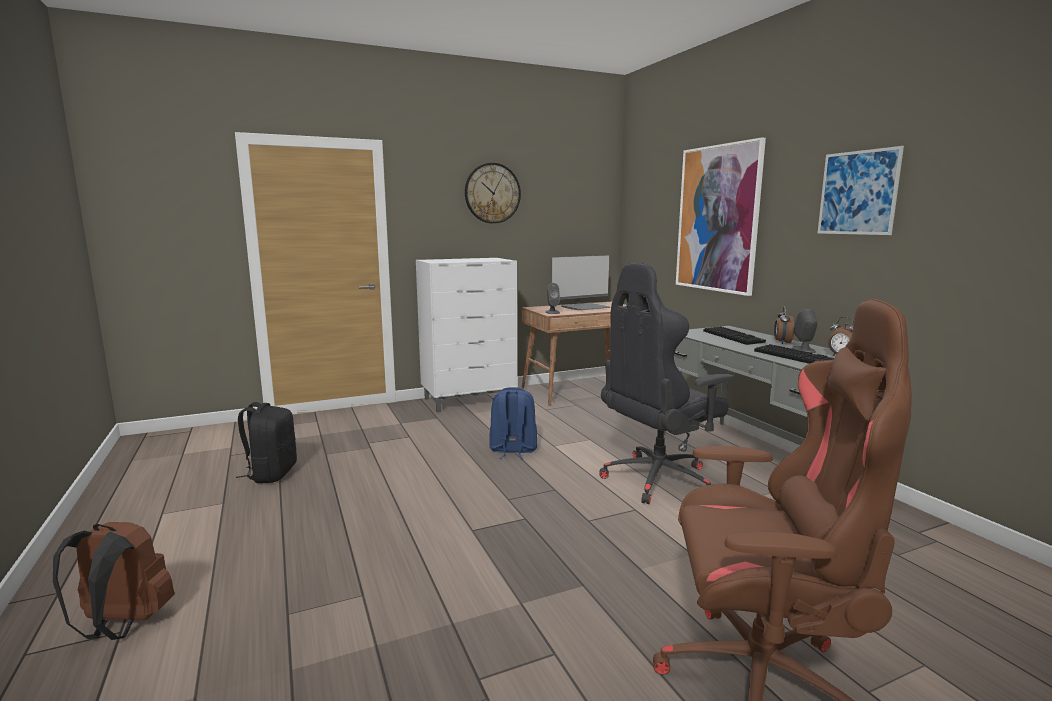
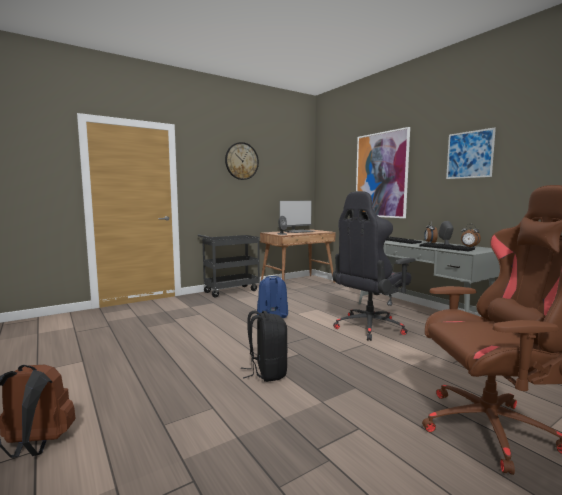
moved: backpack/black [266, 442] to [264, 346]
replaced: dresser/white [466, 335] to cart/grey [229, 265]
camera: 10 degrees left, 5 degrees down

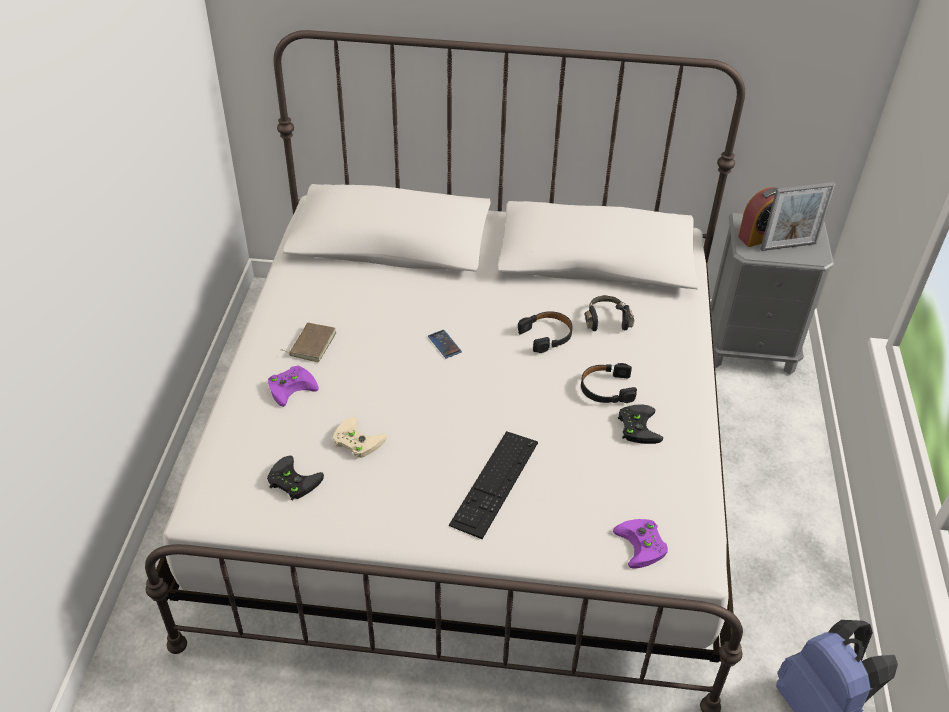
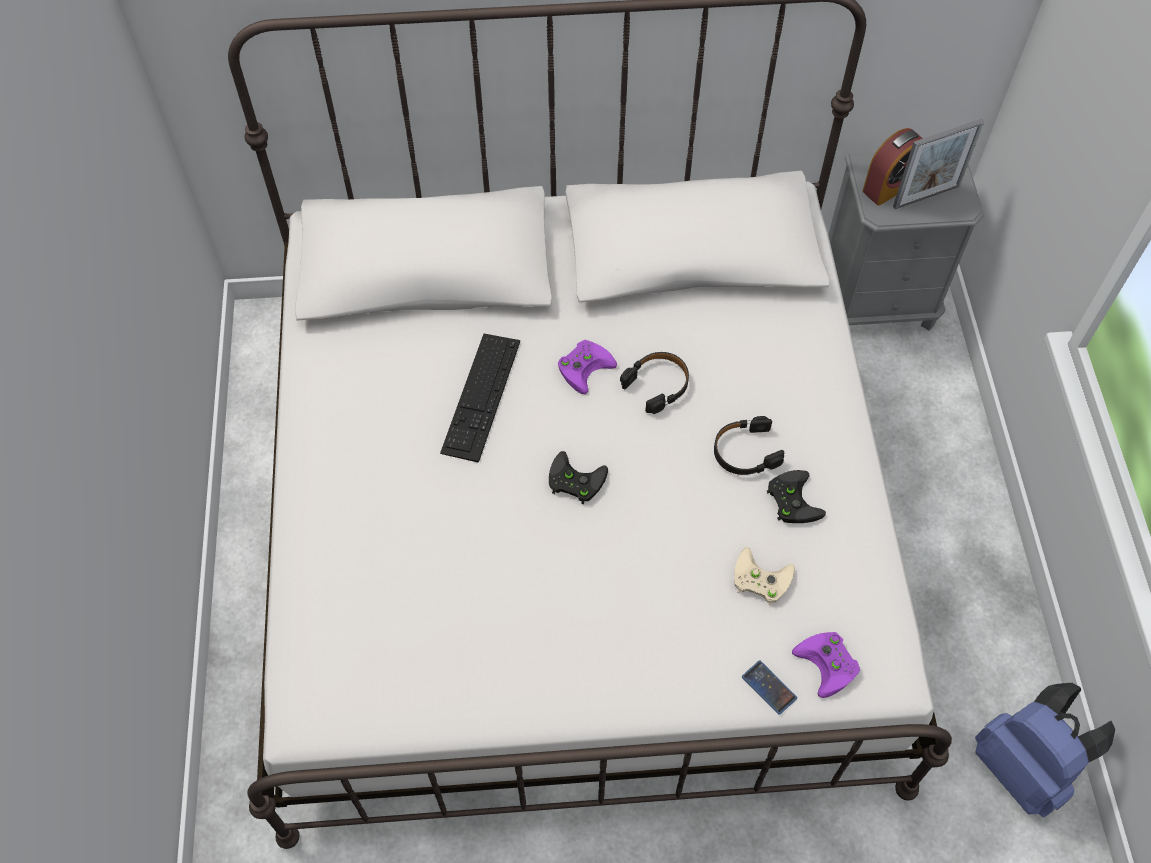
removed: book/brown [310, 342]; headphones/black [609, 313]
moved: game controller/black [295, 478] to [578, 477]; game controller/purple [293, 386] to [587, 367]; game controller/beige [360, 438] to [764, 576]; phone [445, 344] to [769, 687]; keyboard [493, 485] to [480, 398]
camera: 10 degrees left, 15 degrees up

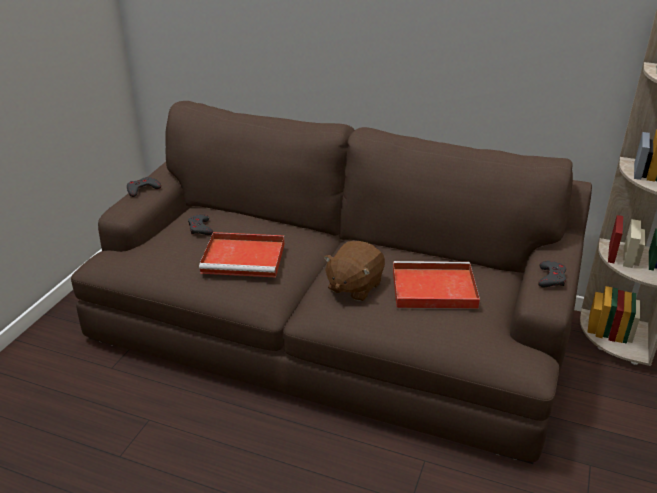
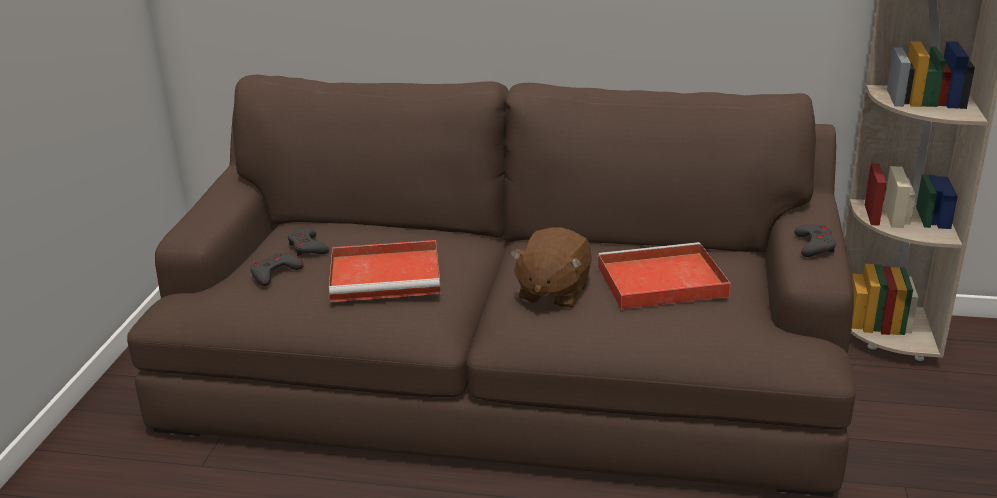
moved: game controller/grey [144, 187] to [277, 269]
camera: 10 degrees left, 5 degrees down

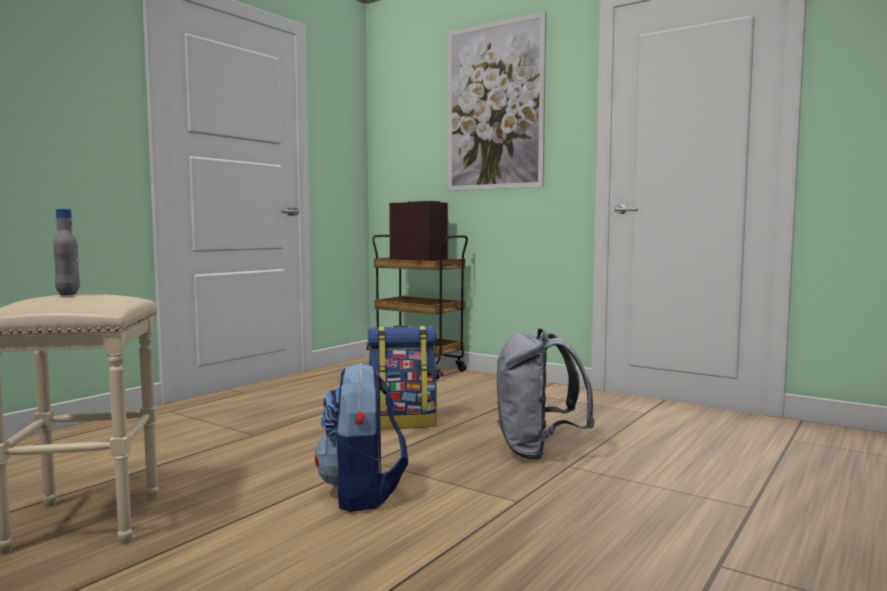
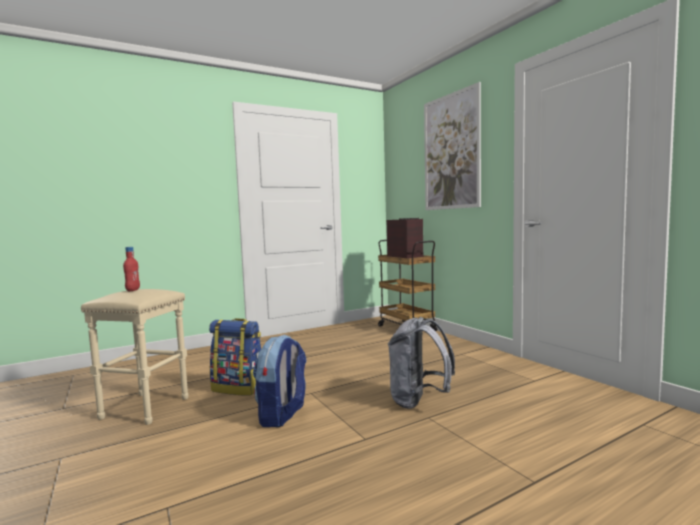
moved: backpack [401, 377] to [235, 357]
recoloured: bottle/grey [66, 252] to bottle/red [131, 269]
camera: 25 degrees right, 0 degrees up

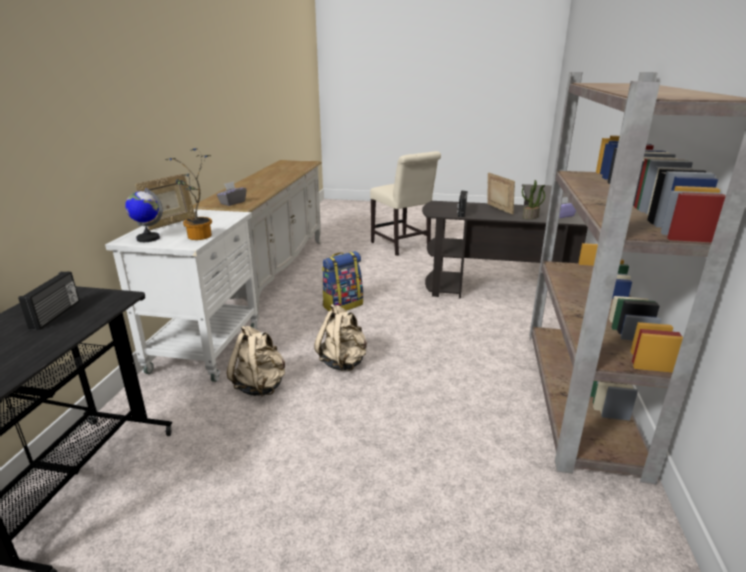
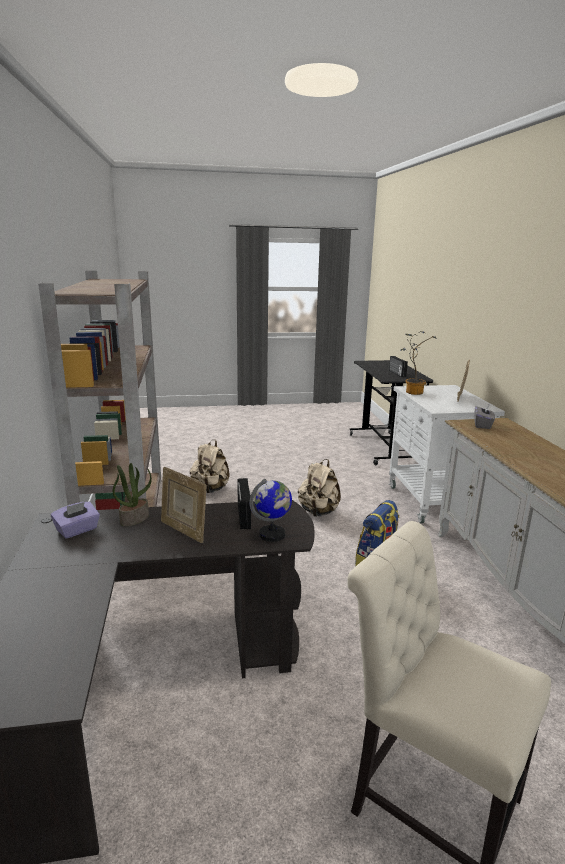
moved: globe [144, 215] to [270, 510]; backpack/beige [256, 361] to [210, 466]
camera: 160 degrees right, 5 degrees down

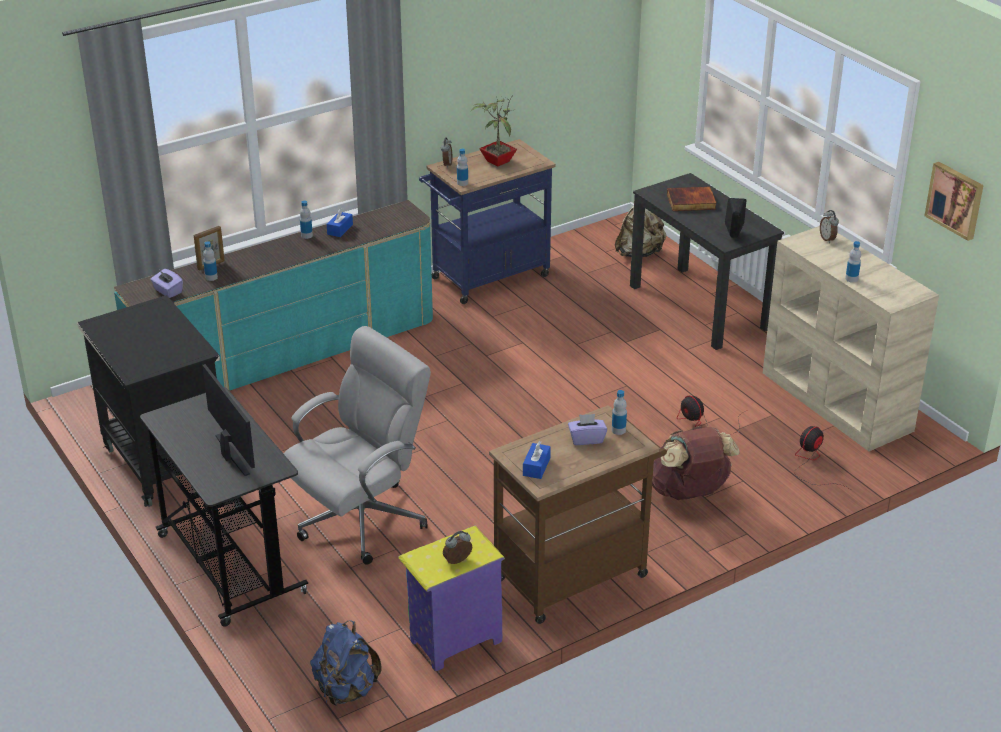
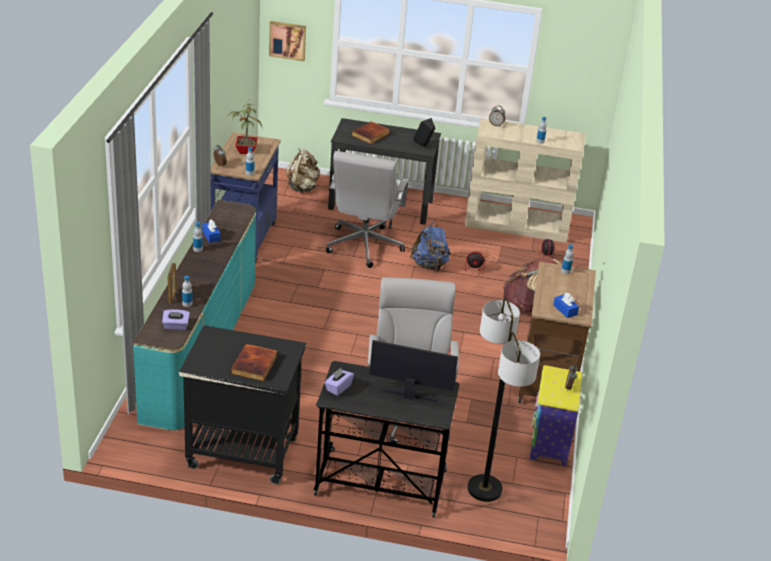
added: book [254, 363]; office chair/grey [367, 209]; floor lamp [504, 399]
moved: backpack/blue [346, 663] to [430, 245]; tissue box/purple [587, 429] to [339, 382]; picture [954, 201] to [287, 41]
camera: 50 degrees left, 0 degrees up

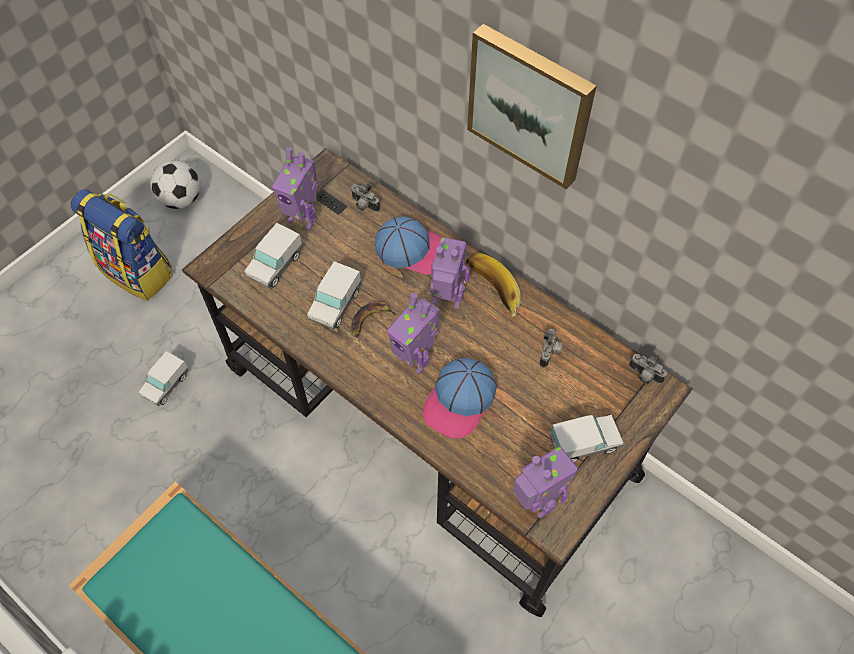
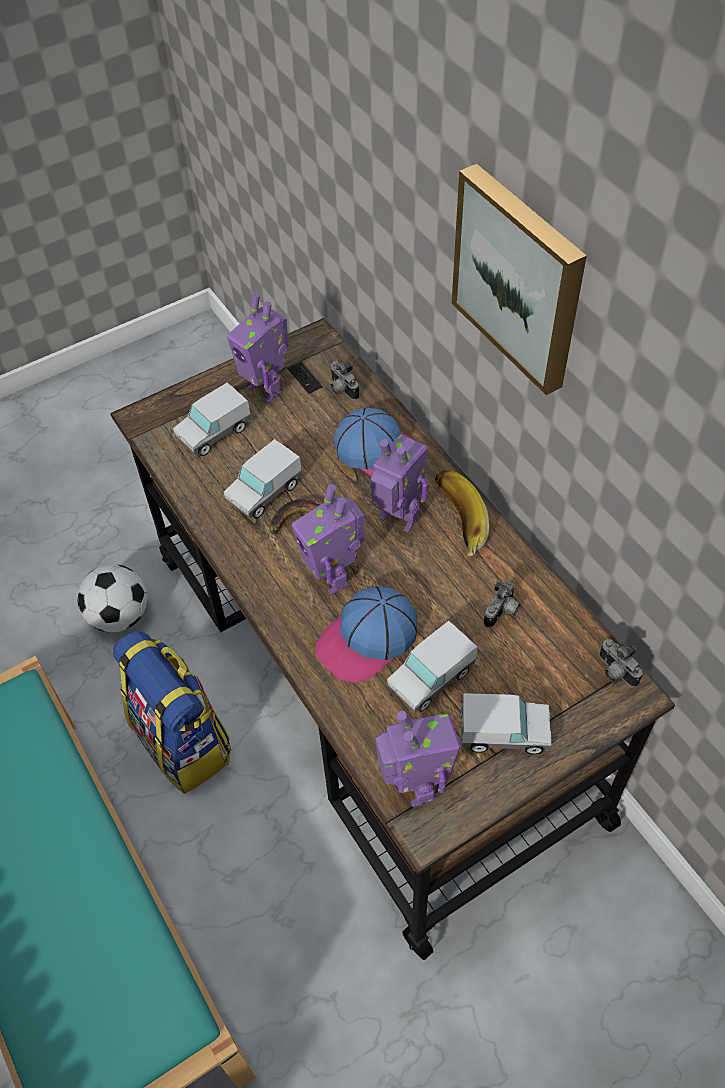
moved: backpack [122, 244] to [172, 712]; toy truck [163, 378] to [432, 667]; football [175, 184] to [112, 598]
camera: 20 degrees right, 5 degrees down

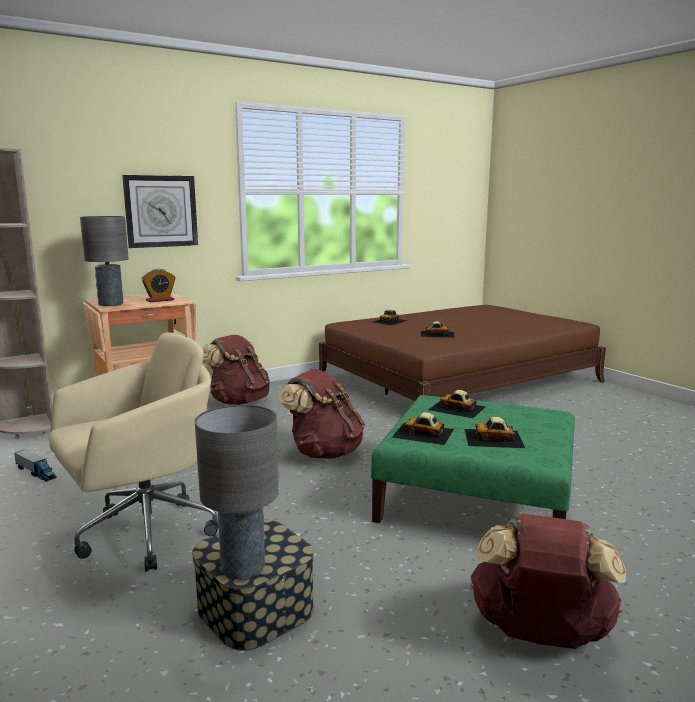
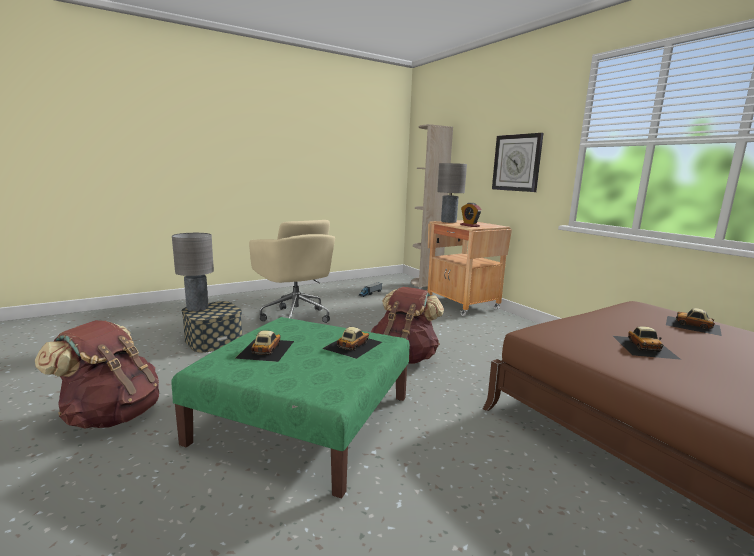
removed: backpack/brown [236, 370]; toy car [423, 428]
camera: 90 degrees right, 0 degrees up

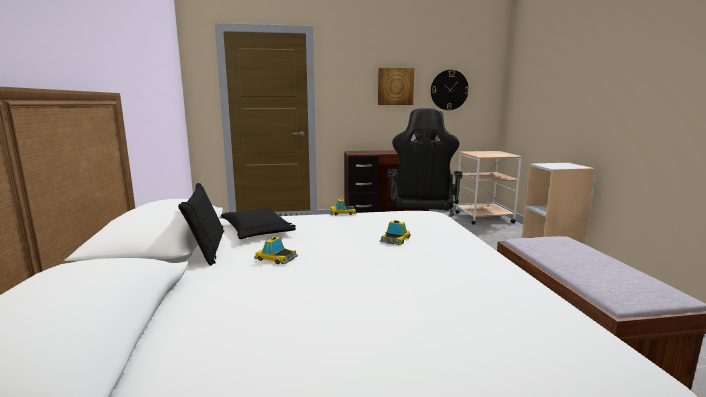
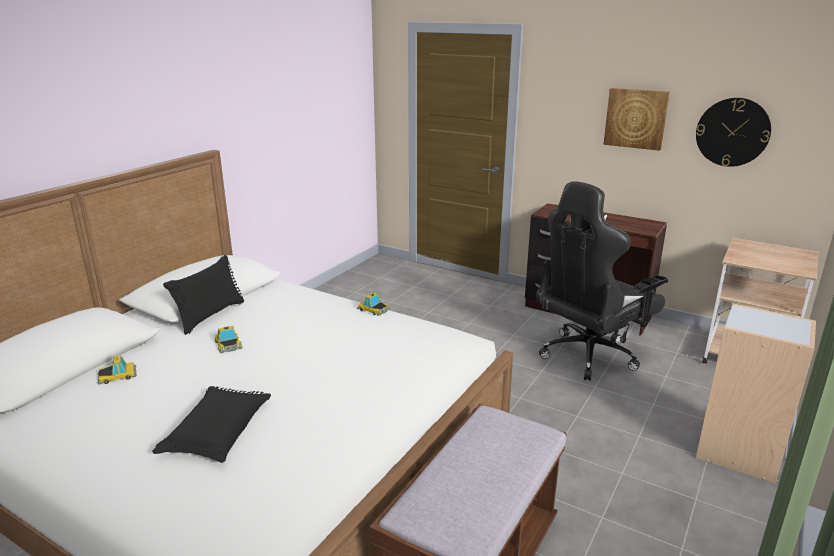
moved: pillow/black [258, 223] to [211, 424]; toy car [395, 232] to [117, 370]
camera: 40 degrees right, 10 degrees up

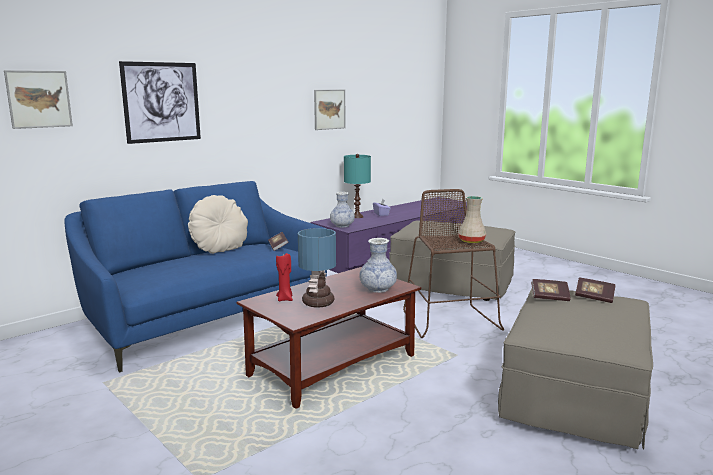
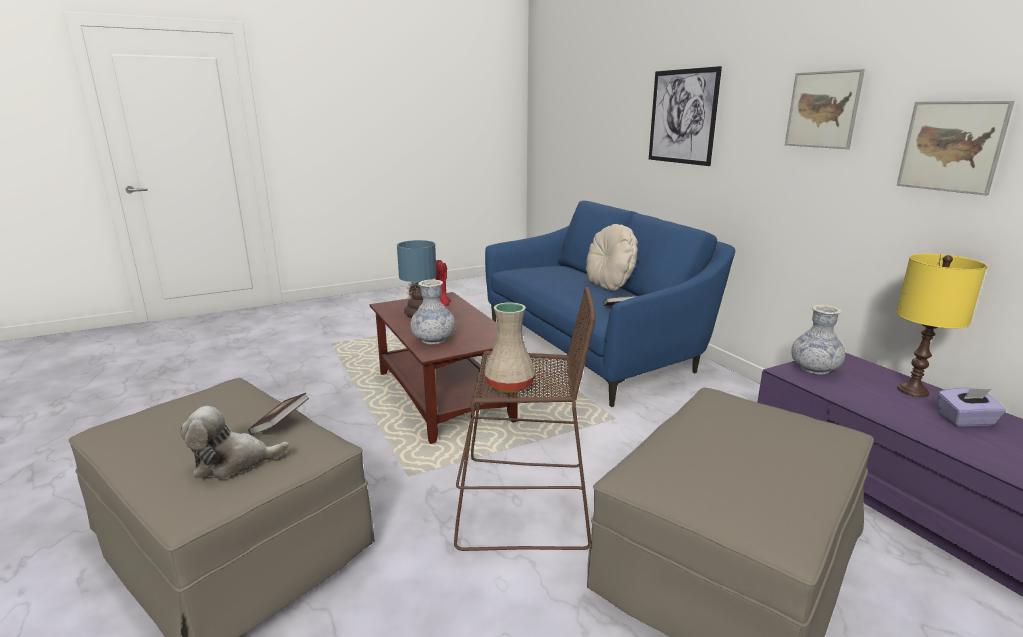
moved: picture [38, 99] to [825, 109]
replaced: book [595, 290] to plush toy [235, 442]
recoloured: table lamp/turquoise [357, 186] to table lamp/yellow [941, 325]
camera: 105 degrees right, 5 degrees up

